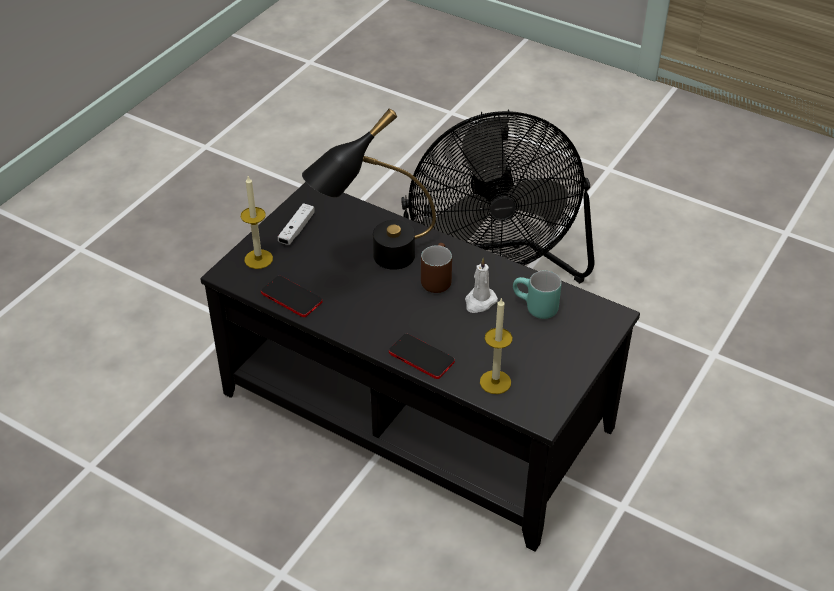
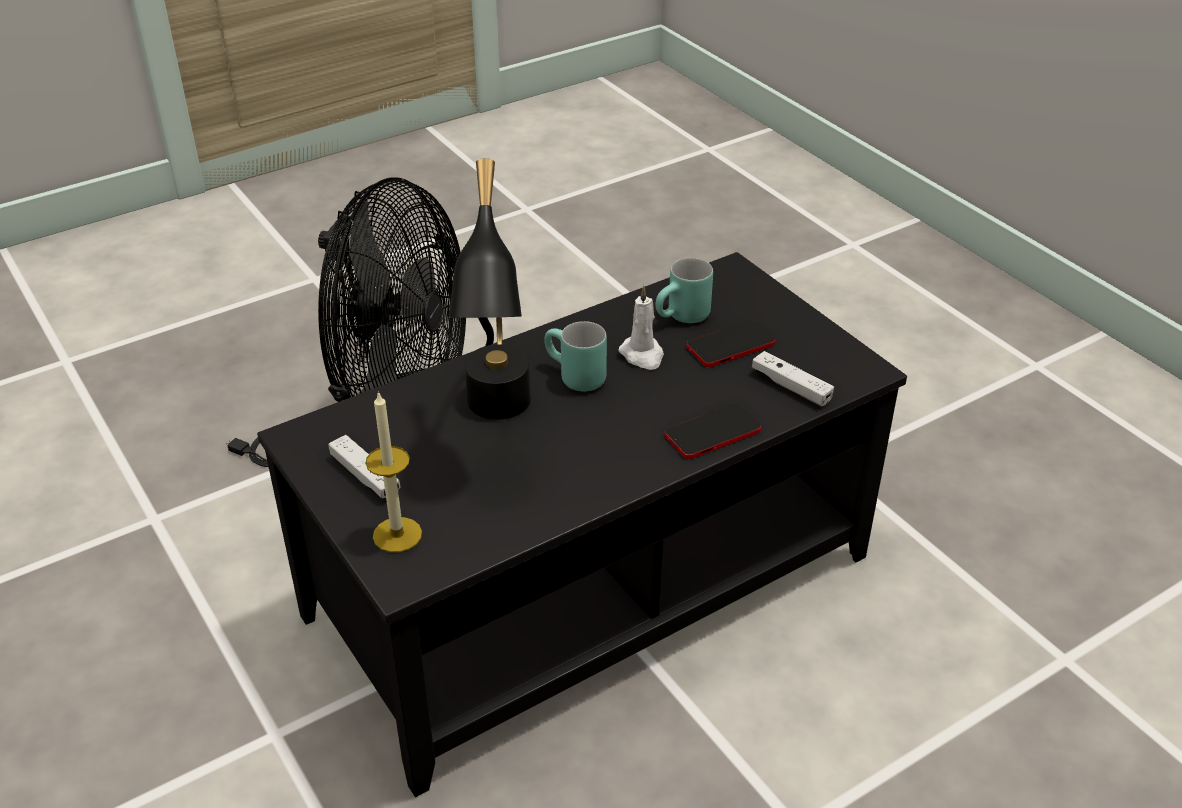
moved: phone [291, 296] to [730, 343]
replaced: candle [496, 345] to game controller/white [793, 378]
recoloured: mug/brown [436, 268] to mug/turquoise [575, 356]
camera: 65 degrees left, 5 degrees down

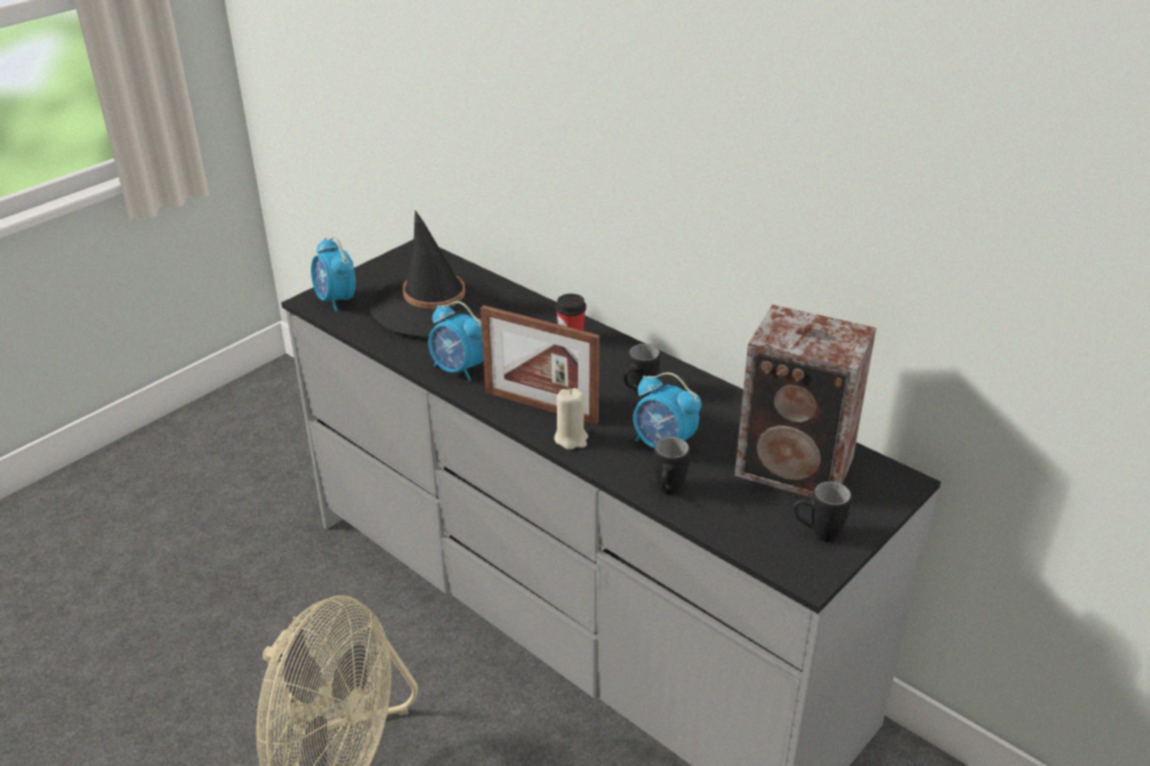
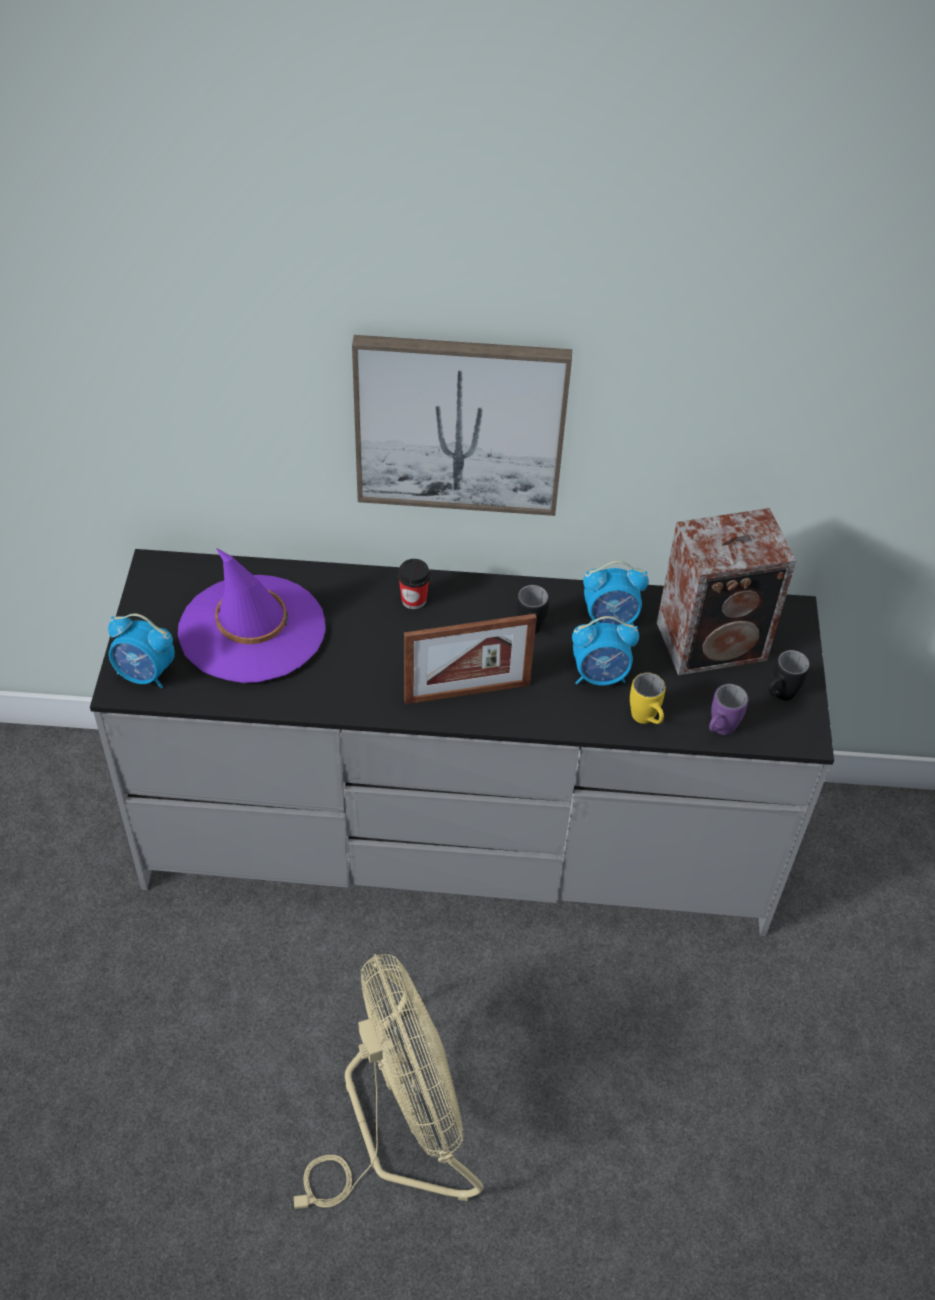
removed: candle/beige [571, 419]
added: picture [462, 425]; mug/purple [728, 709]
moved: alarm clock [455, 341] to [615, 593]
recoloured: hat/black [435, 273] to hat/purple [252, 615]; mug/black [671, 466] to mug/yellow [648, 698]
camera: 40 degrees left, 15 degrees up

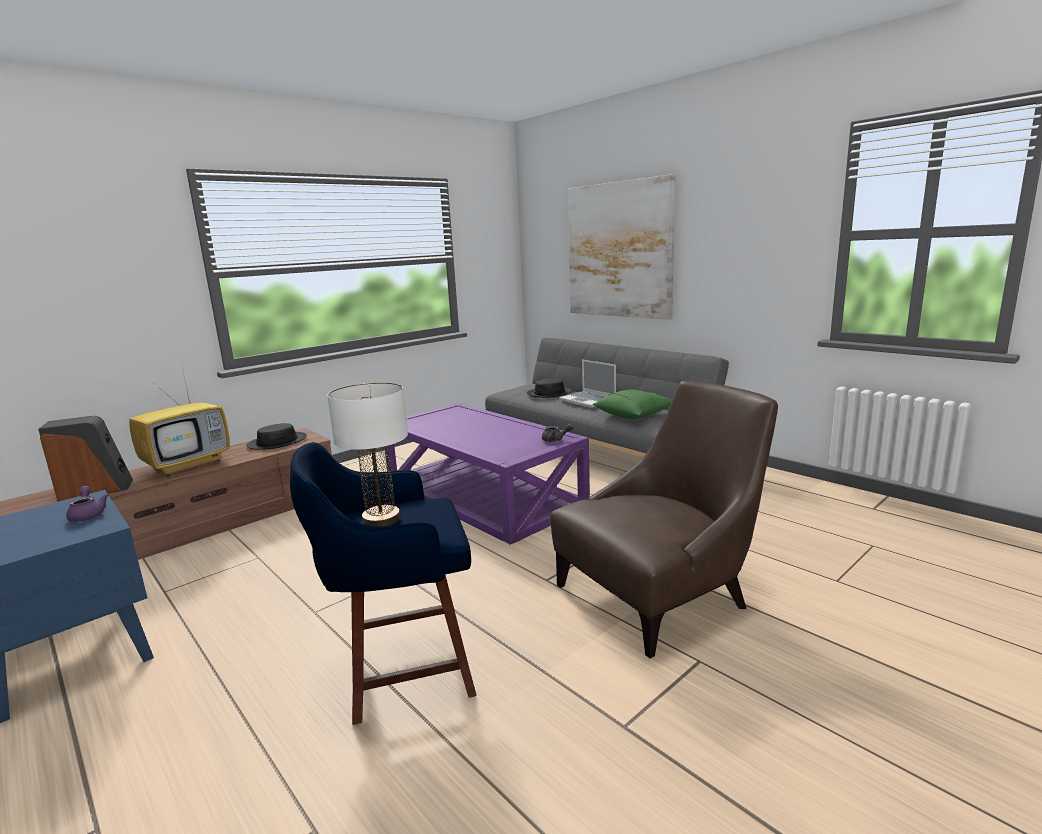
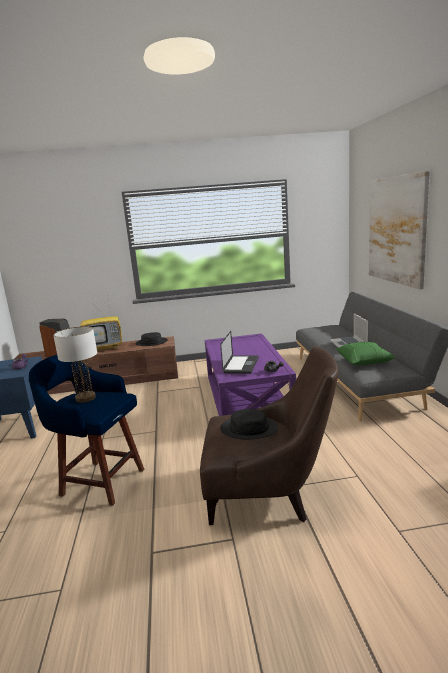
added: laptop [239, 352]
moved: hat/black [549, 388] to [249, 424]
camera: 35 degrees right, 0 degrees up

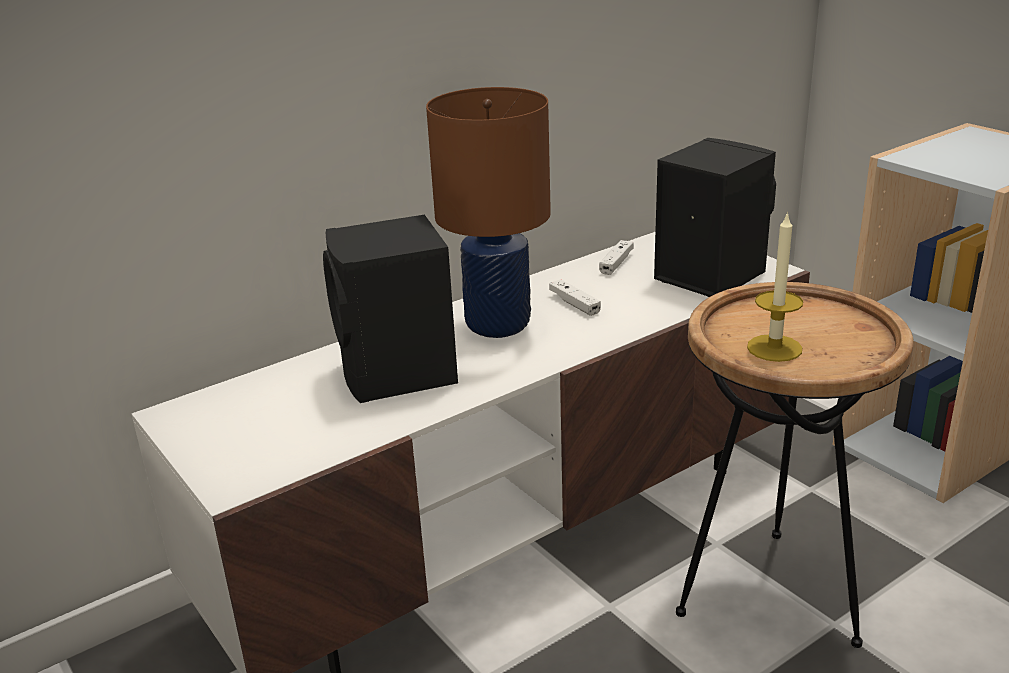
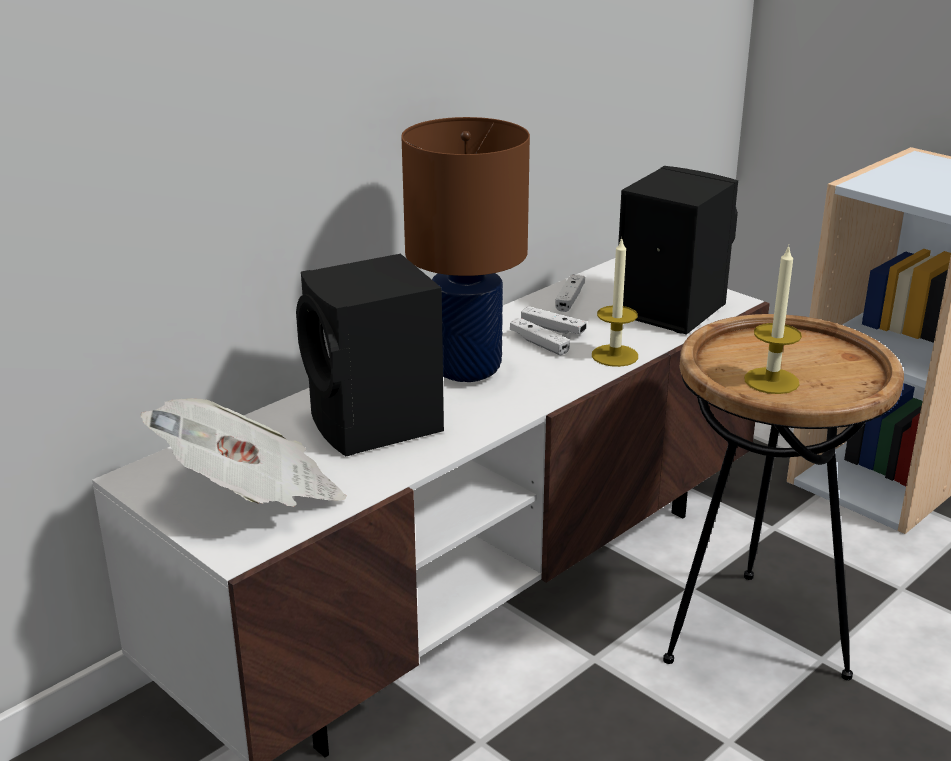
added: newspaper [244, 452]; game controller/white [554, 320]; candle [615, 302]
camera: 10 degrees left, 0 degrees up

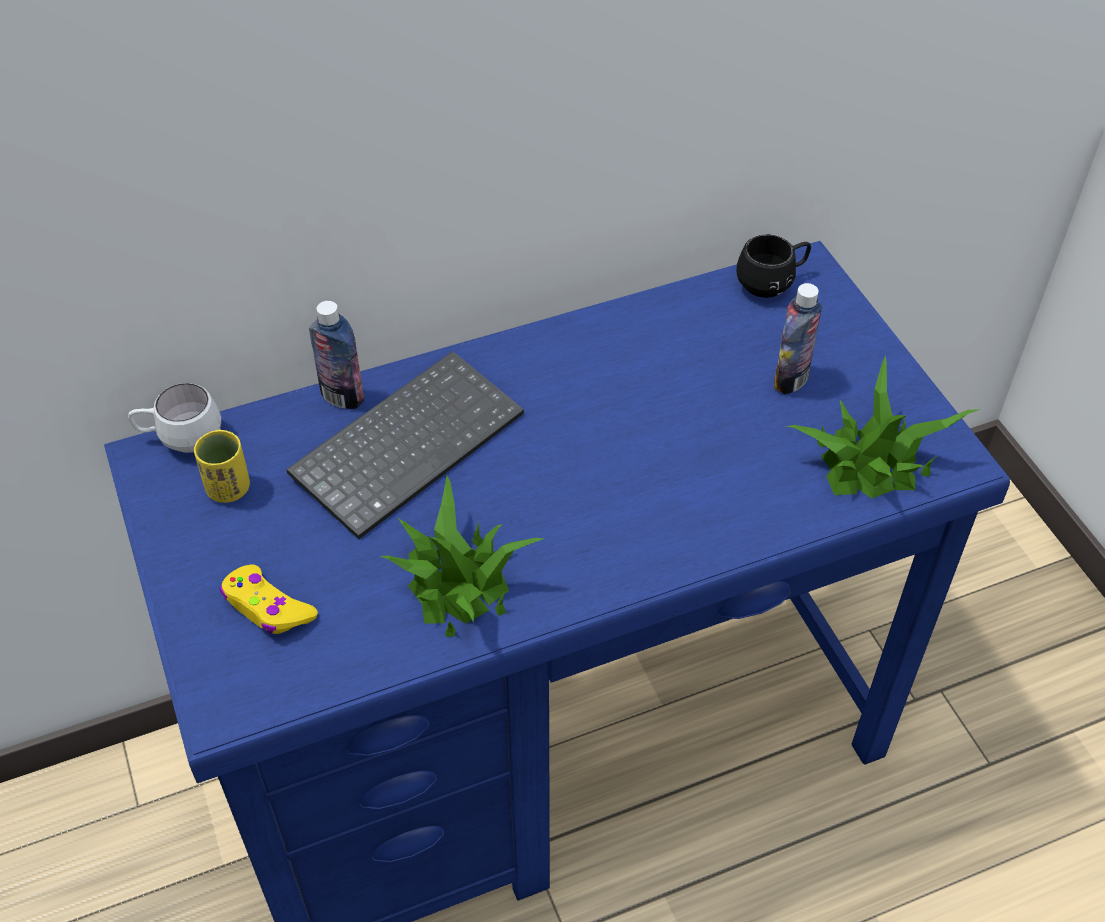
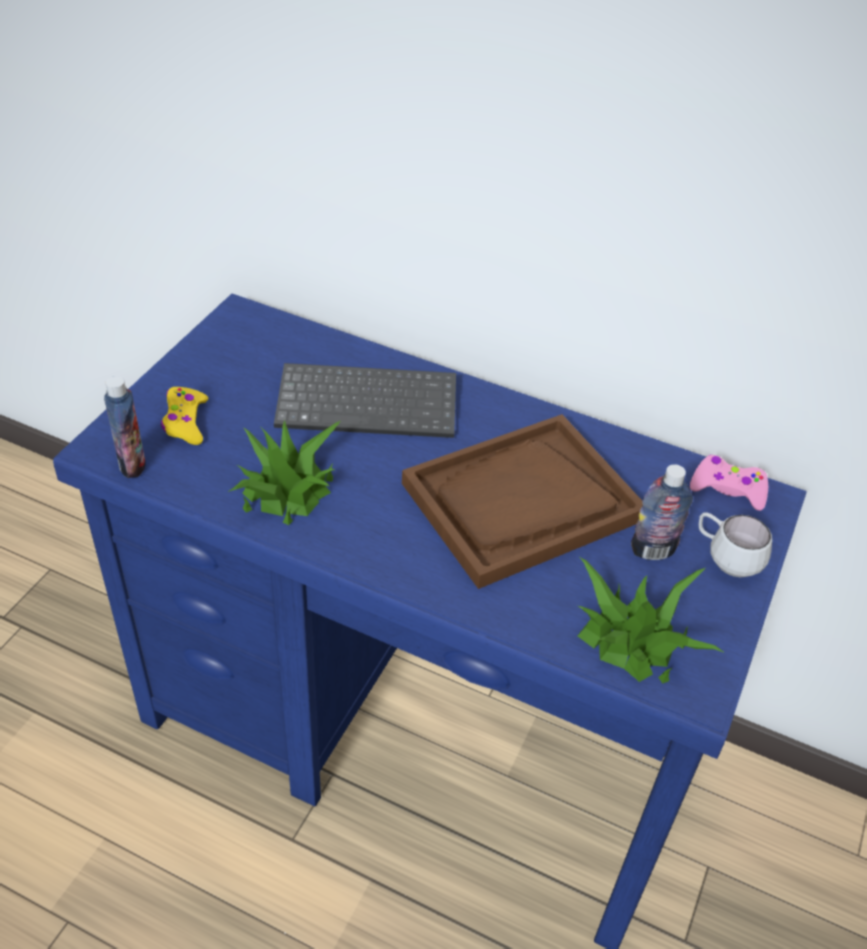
removed: cup/yellow [222, 466]
added: tray/brown [522, 501]
moved: mug/white [174, 418] to [735, 544]; bottle [336, 355] to [124, 427]
replaced: mug/black [773, 266] to game controller/pink [729, 483]
camera: 45 degrees right, 5 degrees down

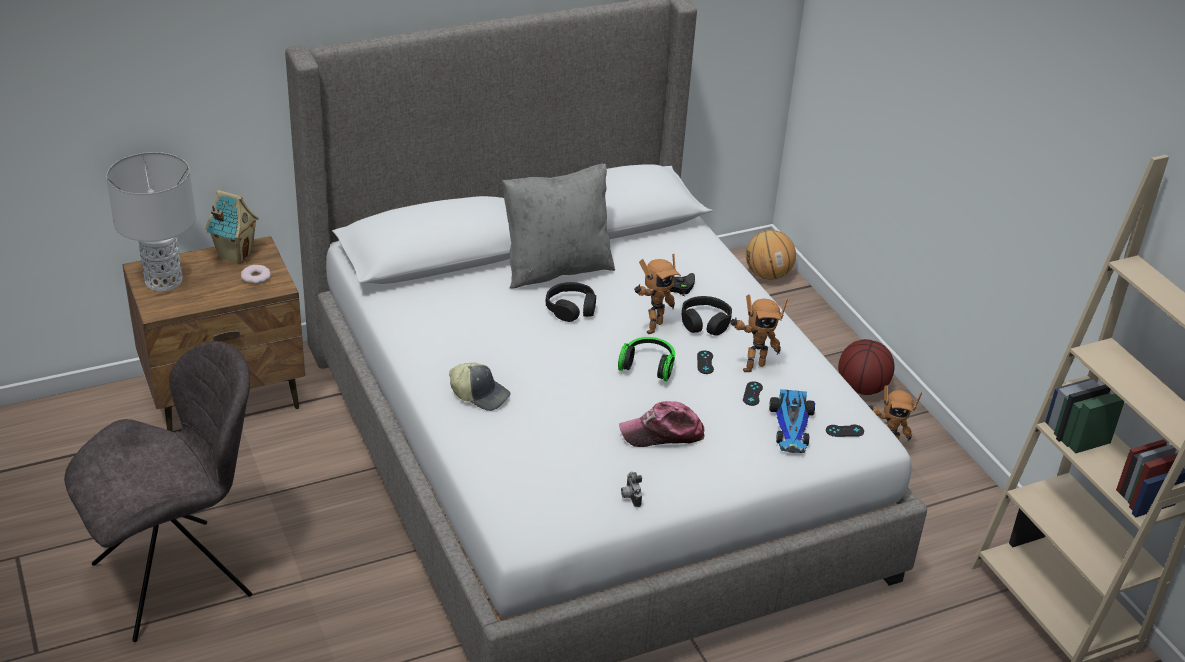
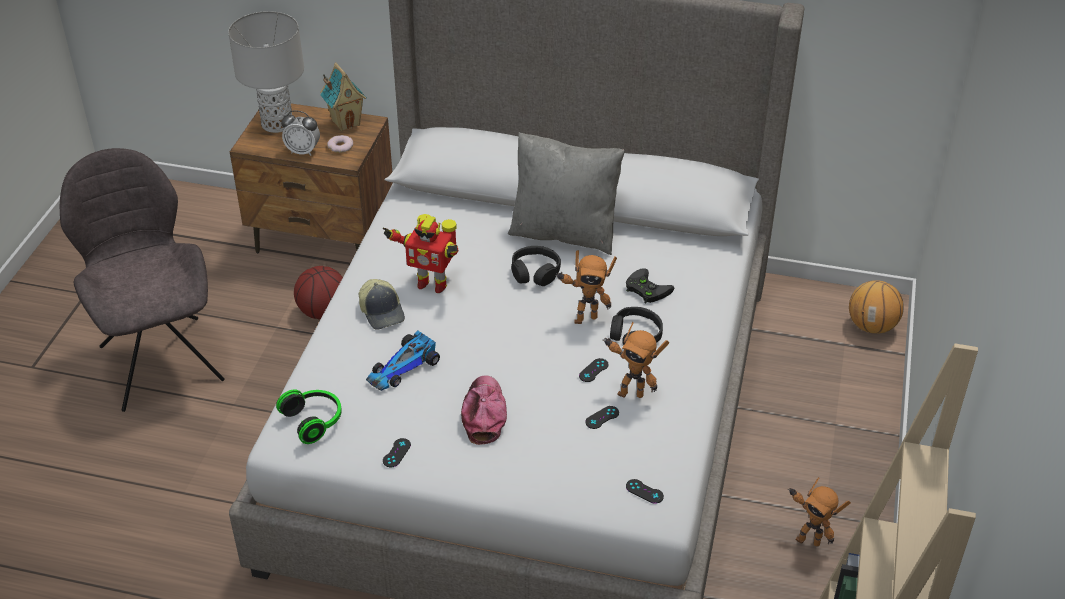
added: alarm clock [300, 133]; toy robot [420, 253]
moved: headphones [646, 359] to [309, 416]; toy car [792, 421] to [403, 361]; basketball [866, 367] to [318, 292]
replaced: photo camera [631, 489] to game controller/black [397, 452]
turned: chair/grey [158, 491] = [142, 280] 120 degrees counterclockwise; cap [662, 424] = [484, 410] 60 degrees clockwise
camera: 40 degrees right, 5 degrees up

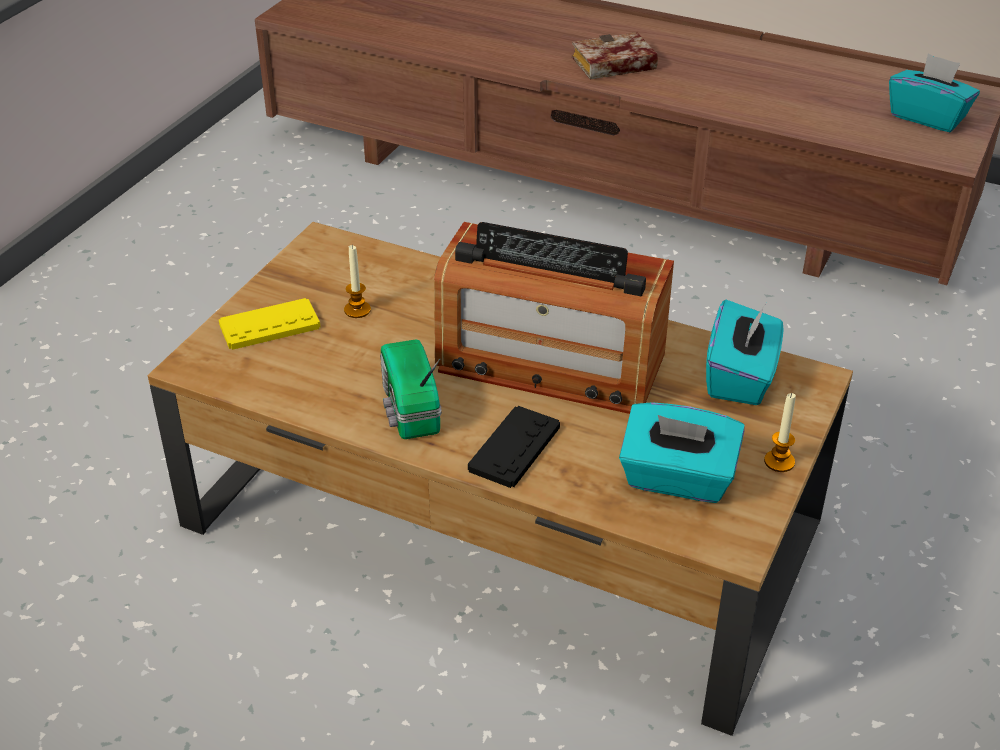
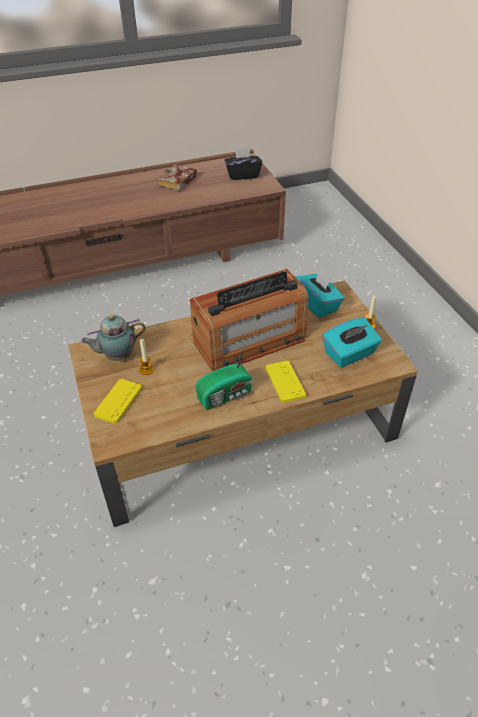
added: teapot [113, 337]
moved: book [615, 55] to [177, 177]
recoloured: game controller/black [514, 447] to game controller/yellow [286, 382]; tissue box/turquoise [934, 92] to tissue box/black [243, 163]
turned: radio [411, 389] = [224, 375] 60 degrees counterclockwise
camera: 45 degrees left, 5 degrees up

